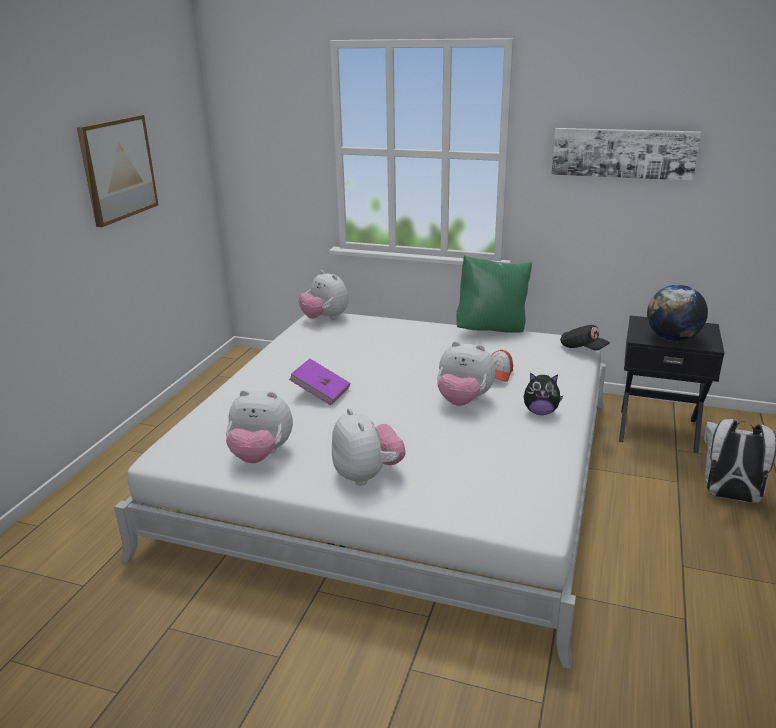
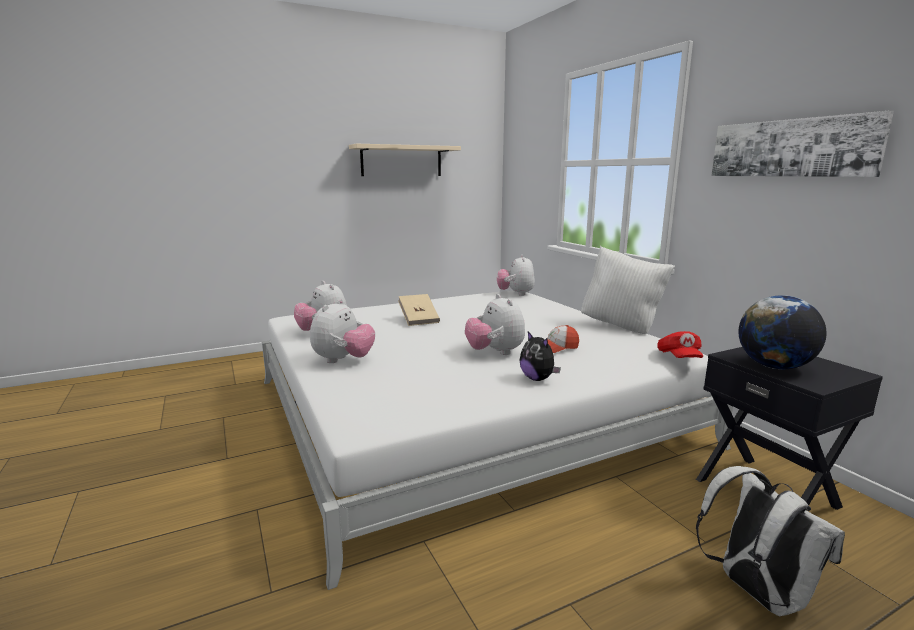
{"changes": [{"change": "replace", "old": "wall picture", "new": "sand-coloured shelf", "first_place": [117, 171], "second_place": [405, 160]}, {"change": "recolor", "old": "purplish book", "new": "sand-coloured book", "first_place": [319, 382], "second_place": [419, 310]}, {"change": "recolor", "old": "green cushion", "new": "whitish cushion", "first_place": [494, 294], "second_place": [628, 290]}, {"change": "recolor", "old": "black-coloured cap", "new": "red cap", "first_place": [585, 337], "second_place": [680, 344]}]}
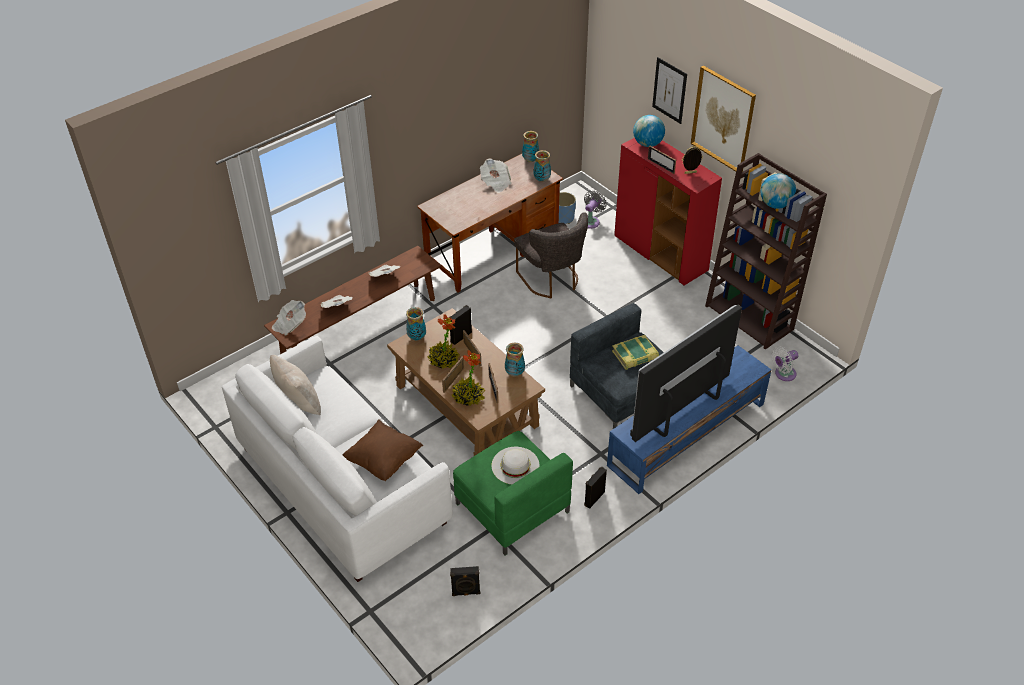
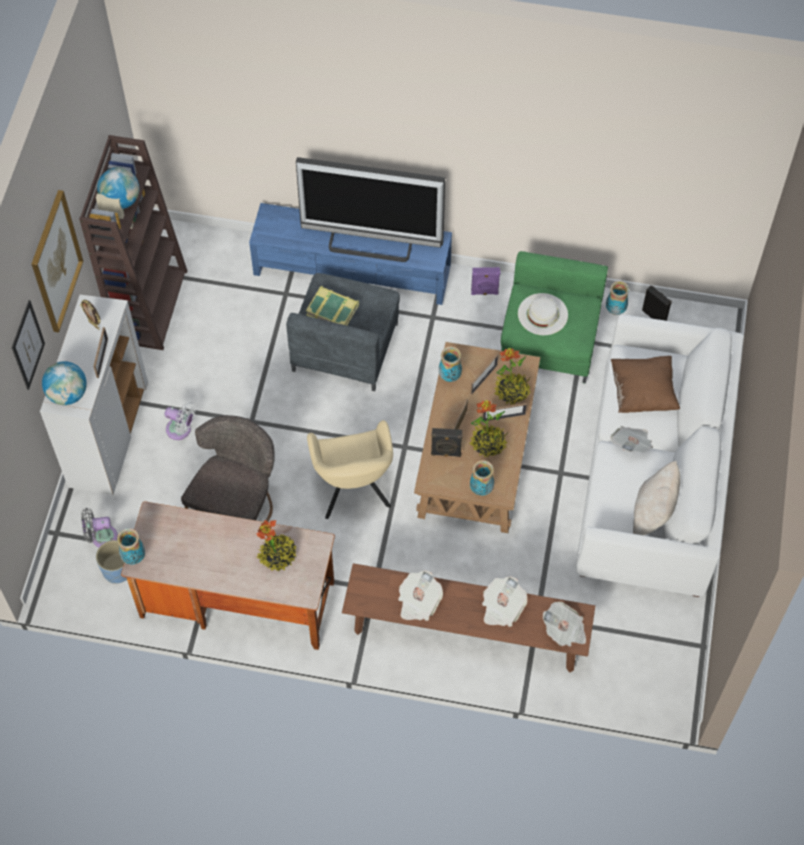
{"changes": [{"change": "recolor", "old": "red cabinet", "new": "whitish cabinet", "first_place": [668, 211], "second_place": [94, 395]}, {"change": "move", "old": "whitish cooling fan", "first_place": [785, 363], "second_place": [180, 421]}, {"change": "insert", "new": "plant in a pot", "second_place": [276, 546]}, {"change": "insert", "new": "sand-coloured easy chair", "second_place": [350, 469]}, {"change": "recolor", "old": "black-coloured audio speaker", "new": "purplish audio speaker", "first_place": [595, 488], "second_place": [485, 281]}, {"change": "move", "old": "decorative vase", "first_place": [542, 166], "second_place": [617, 298]}, {"change": "move", "old": "daily paper", "first_place": [496, 175], "second_place": [631, 439]}]}
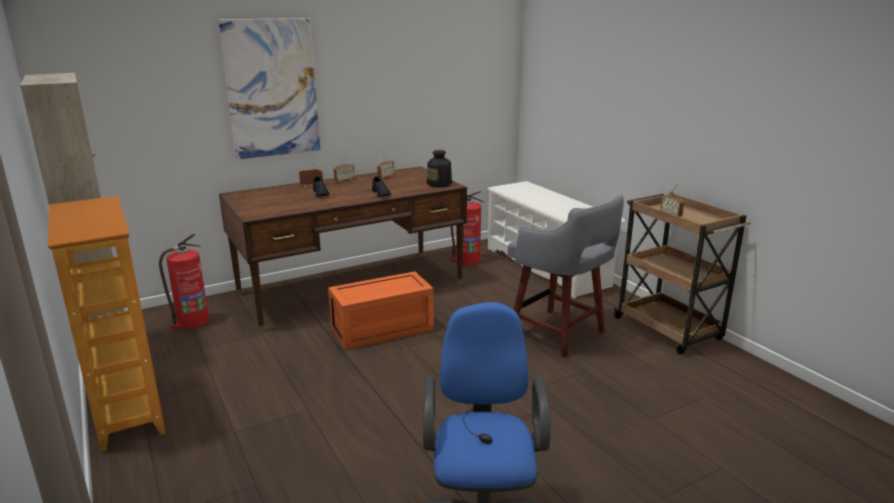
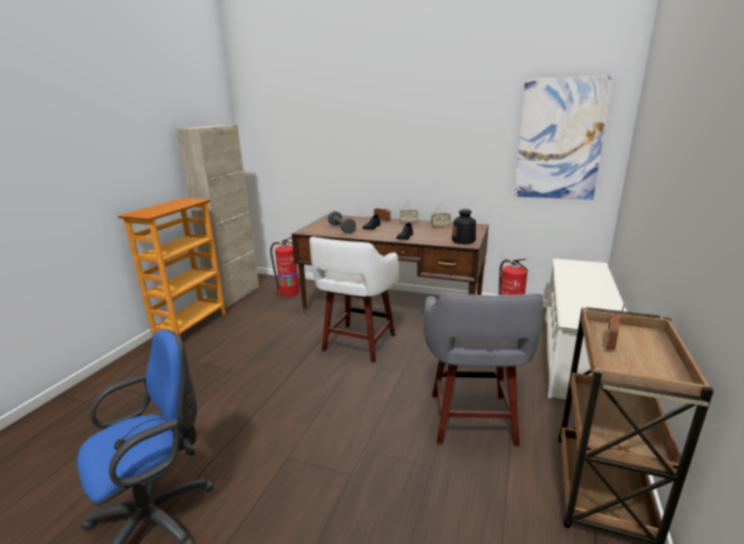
{"changes": [{"change": "replace", "old": "orangey storage box", "new": "whitish stool seat", "first_place": [381, 310], "second_place": [354, 300]}, {"change": "insert", "new": "greyish dumbbell", "second_place": [342, 222]}, {"change": "move", "old": "wall picture", "first_place": [269, 88], "second_place": [563, 137]}]}
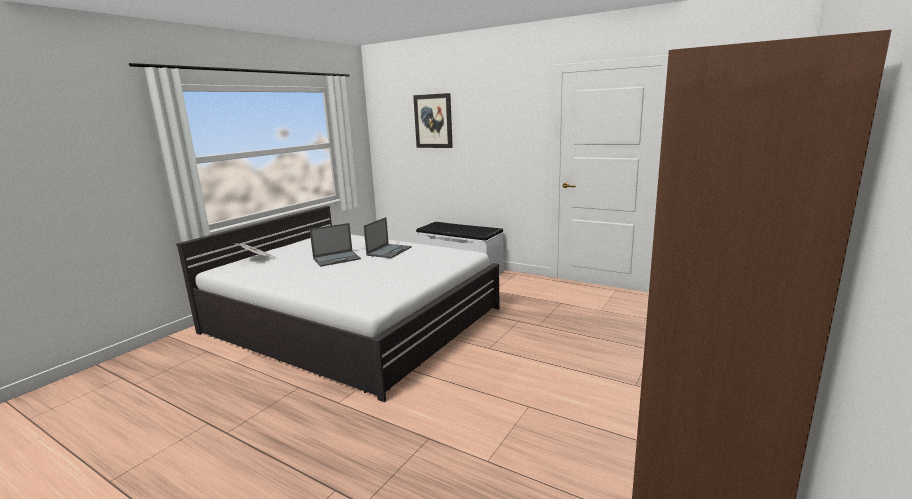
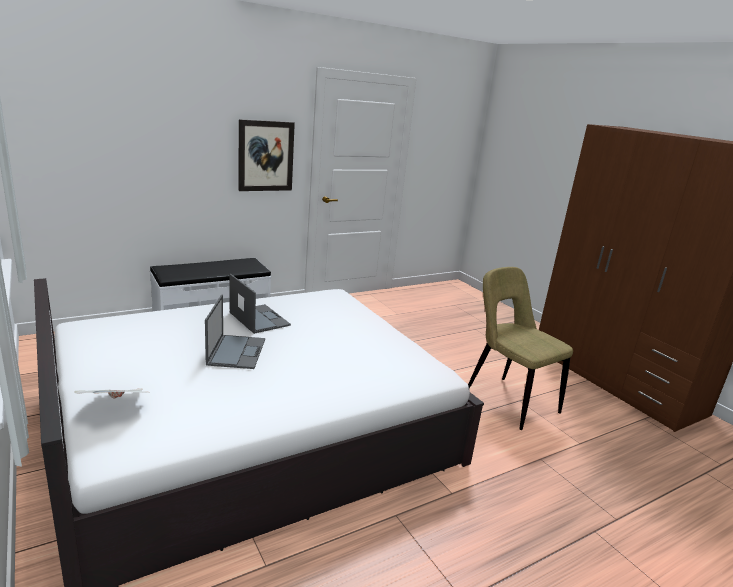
{"changes": [{"change": "move", "old": "wall picture", "first_place": [433, 120], "second_place": [266, 155]}, {"change": "insert", "new": "sand-coloured plain chair", "second_place": [520, 348]}]}
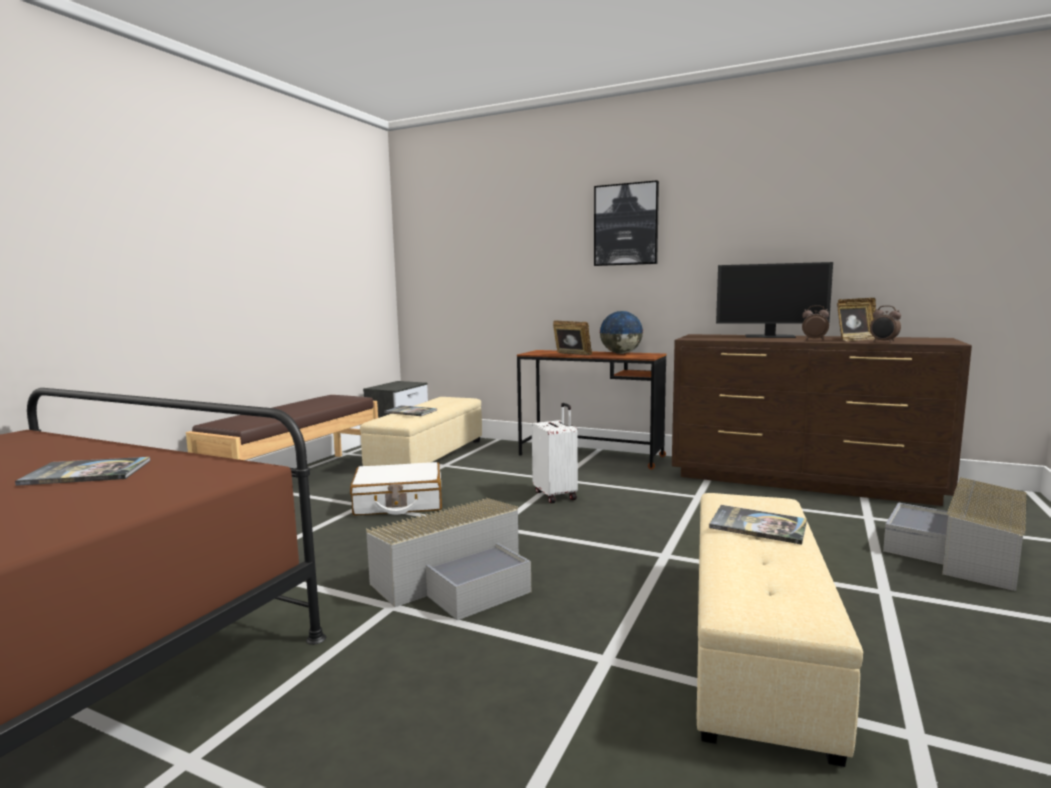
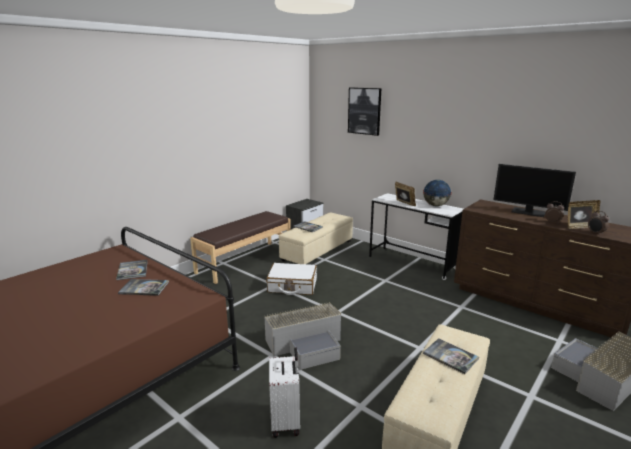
{"changes": [{"change": "insert", "new": "book", "second_place": [132, 270]}, {"change": "move", "old": "whitish piece of luggage", "first_place": [555, 453], "second_place": [284, 392]}, {"change": "move", "old": "wall picture", "first_place": [626, 223], "second_place": [364, 112]}, {"change": "recolor", "old": "brown desk unit", "new": "whitish desk unit", "first_place": [591, 410], "second_place": [416, 236]}]}
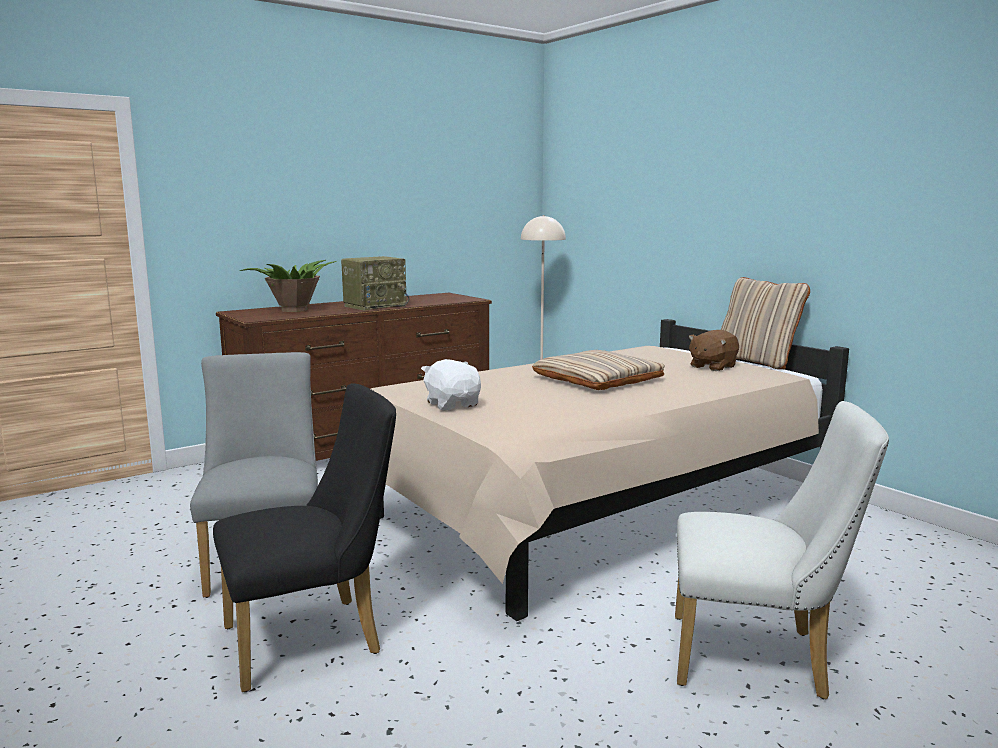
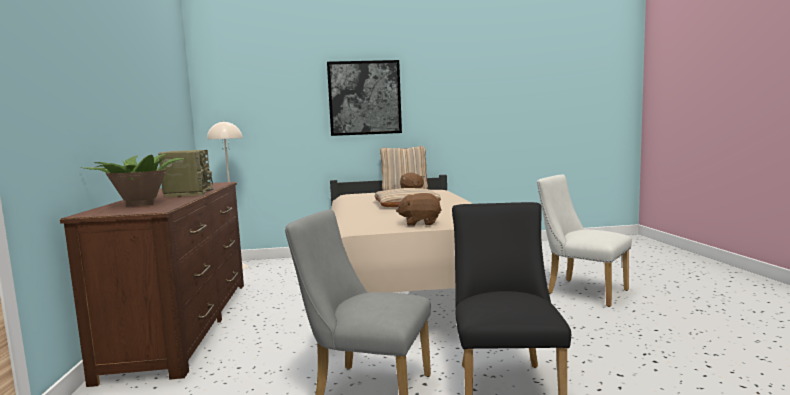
{"changes": [{"change": "insert", "new": "wall picture", "second_place": [364, 98]}, {"change": "recolor", "old": "whitish plush toy", "new": "brown plush toy", "first_place": [451, 384], "second_place": [419, 209]}, {"change": "rotate", "old": "whitish plain chair", "first_place": [782, 550], "second_place": [584, 241], "degrees": -90}]}
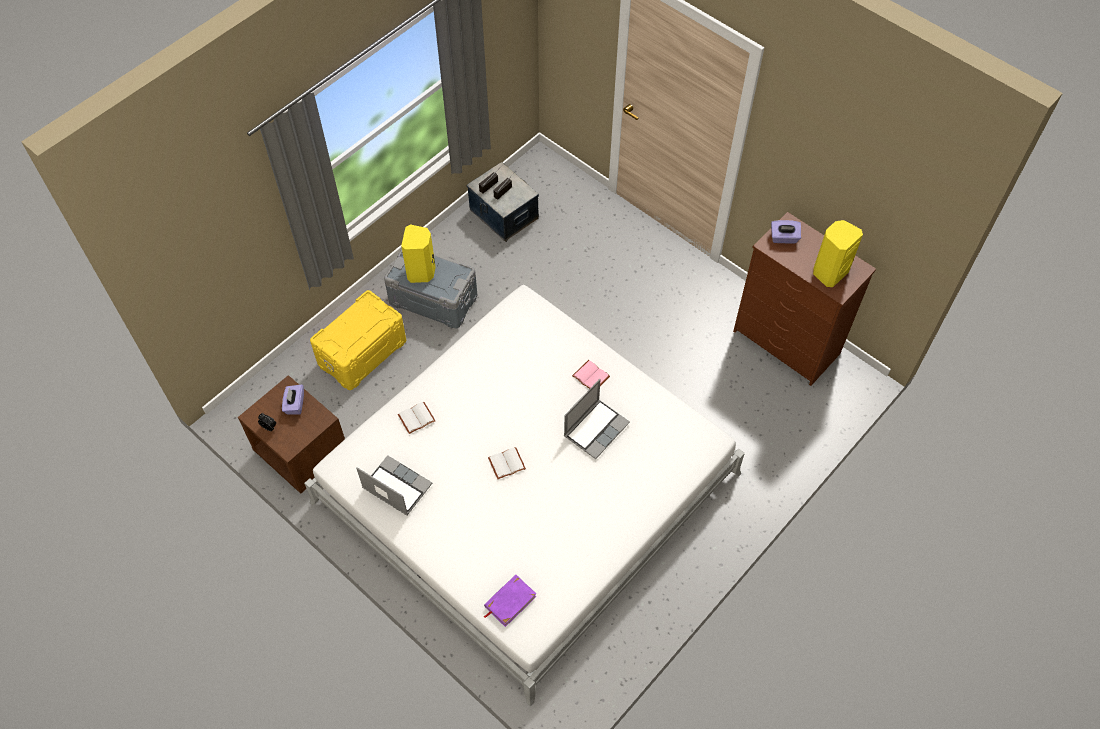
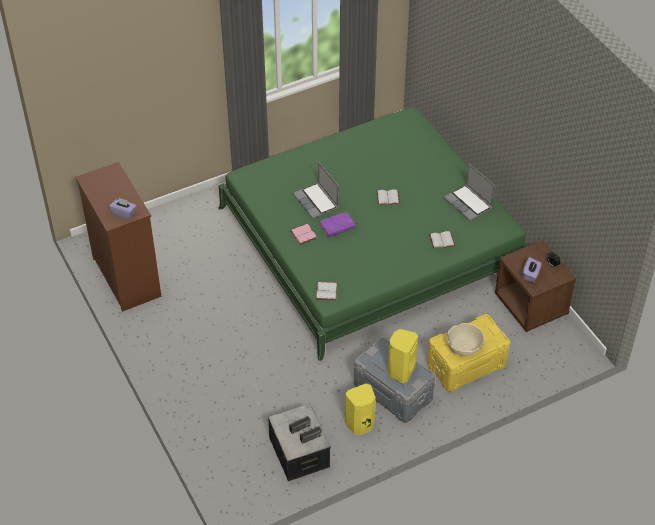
{"changes": [{"change": "recolor", "old": "whitish sleeping bed", "new": "green sleeping bed", "first_place": [524, 495], "second_place": [374, 234]}, {"change": "rotate", "old": "notebook computer", "first_place": [597, 419], "second_place": [316, 190], "degrees": -90}, {"change": "insert", "new": "whitish book", "second_place": [326, 291]}, {"change": "move", "old": "purplish book", "first_place": [510, 601], "second_place": [338, 224]}, {"change": "move", "old": "yellowish audio speaker", "first_place": [838, 253], "second_place": [360, 409]}, {"change": "insert", "new": "sand-coloured bowl", "second_place": [466, 339]}]}
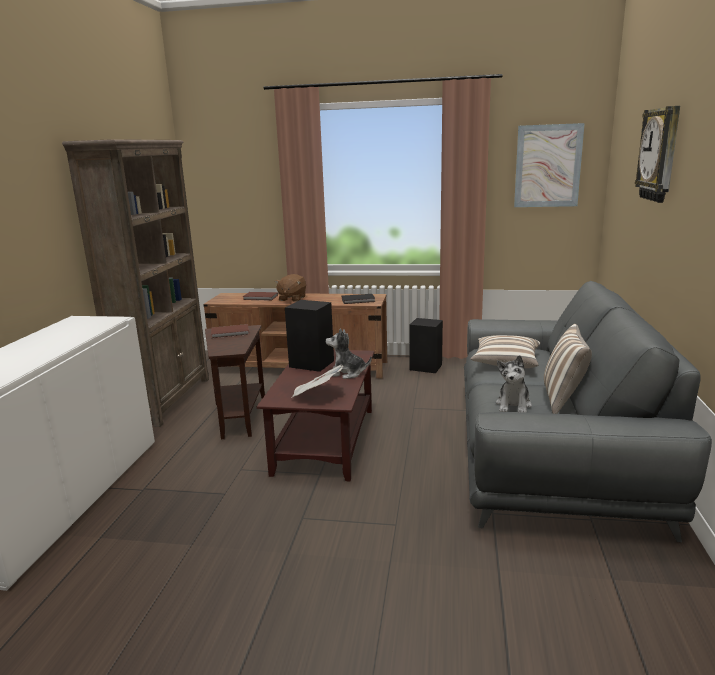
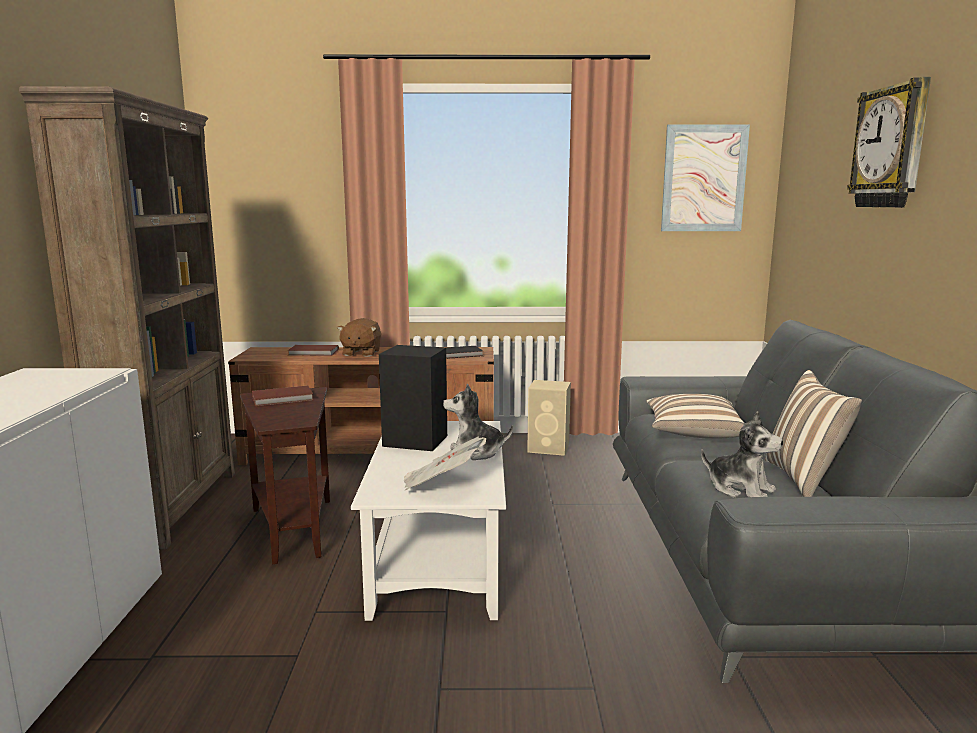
{"changes": [{"change": "recolor", "old": "brown coffee table", "new": "whitish coffee table", "first_place": [315, 415], "second_place": [428, 521]}, {"change": "recolor", "old": "black-coloured audio speaker", "new": "sand-coloured audio speaker", "first_place": [426, 345], "second_place": [549, 418]}, {"change": "rotate", "old": "plush toy", "first_place": [514, 384], "second_place": [742, 454], "degrees": -60}]}
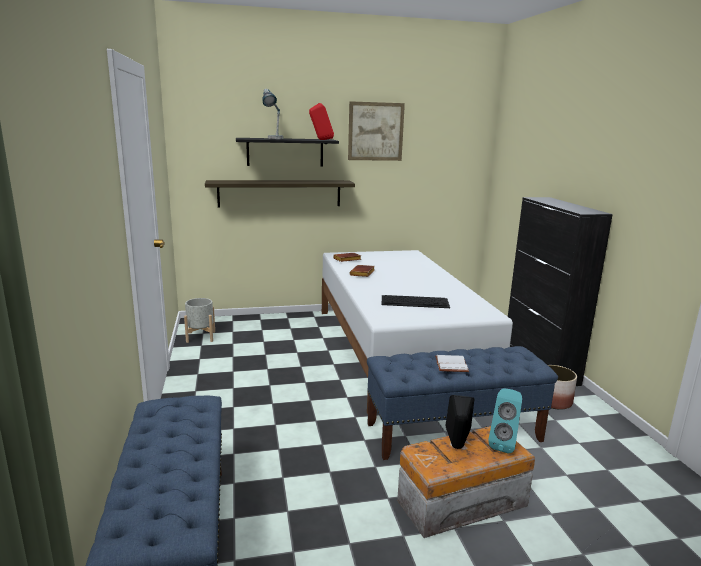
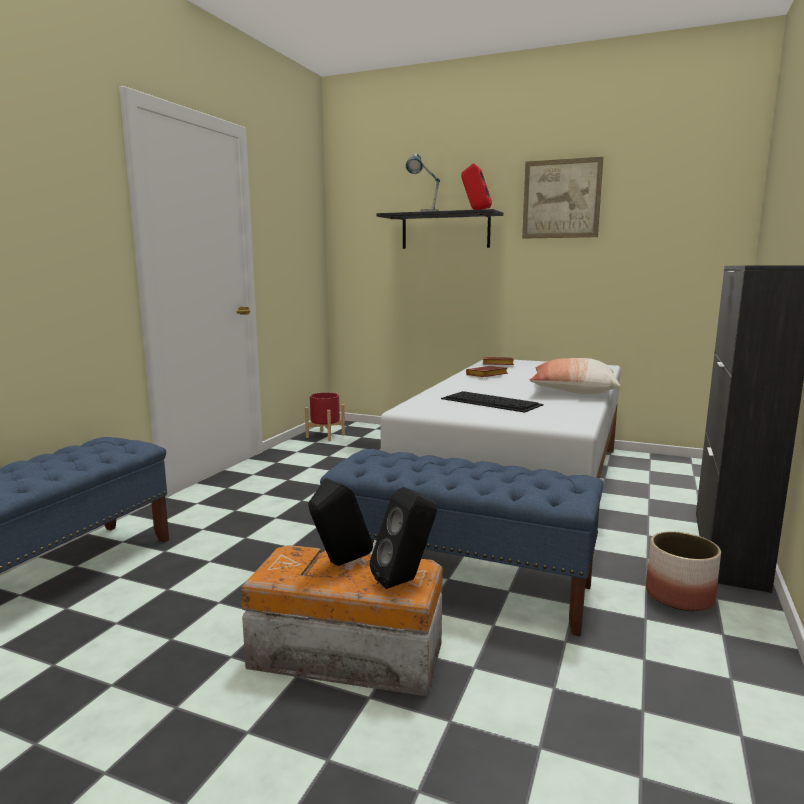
{"changes": [{"change": "recolor", "old": "greyish flower pot", "new": "red flower pot", "first_place": [199, 320], "second_place": [325, 416]}, {"change": "recolor", "old": "turquoise audio speaker", "new": "black-coloured audio speaker", "first_place": [505, 420], "second_place": [403, 538]}, {"change": "insert", "new": "cushion", "second_place": [574, 376]}, {"change": "delete", "old": "shelf", "first_place": [280, 193]}, {"change": "delete", "old": "whitish book", "first_place": [452, 363]}]}
